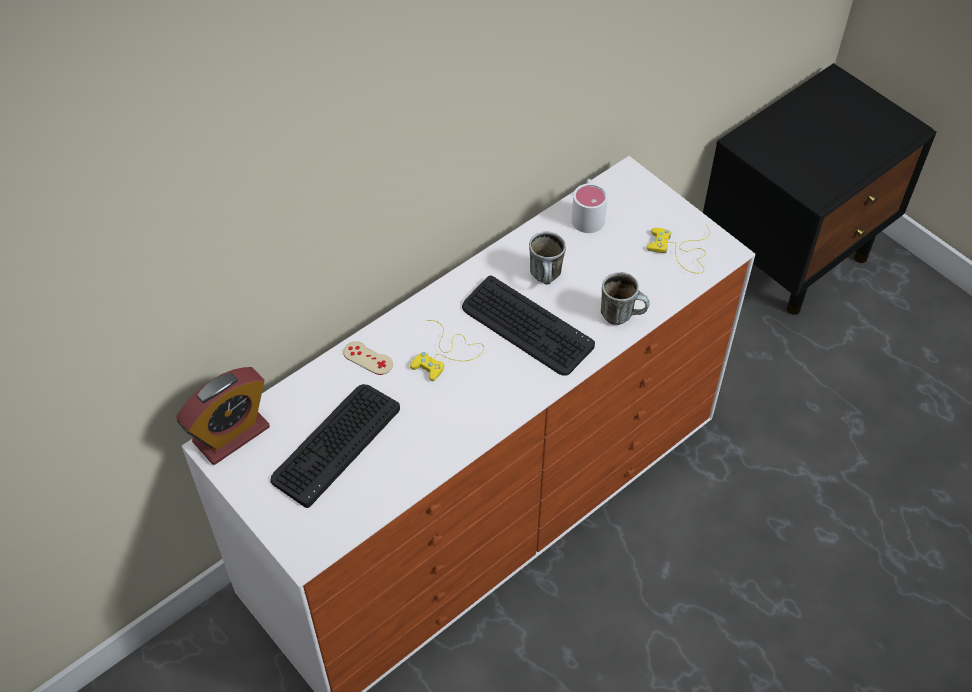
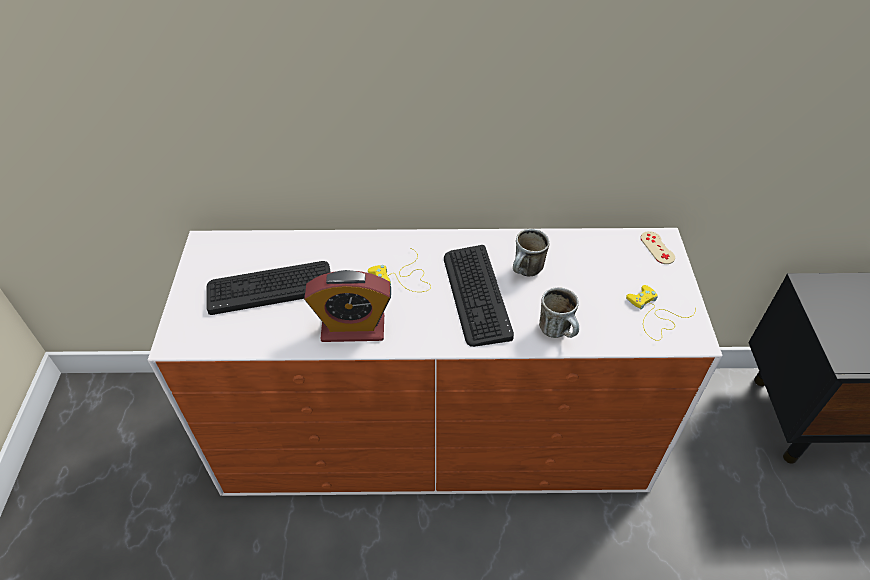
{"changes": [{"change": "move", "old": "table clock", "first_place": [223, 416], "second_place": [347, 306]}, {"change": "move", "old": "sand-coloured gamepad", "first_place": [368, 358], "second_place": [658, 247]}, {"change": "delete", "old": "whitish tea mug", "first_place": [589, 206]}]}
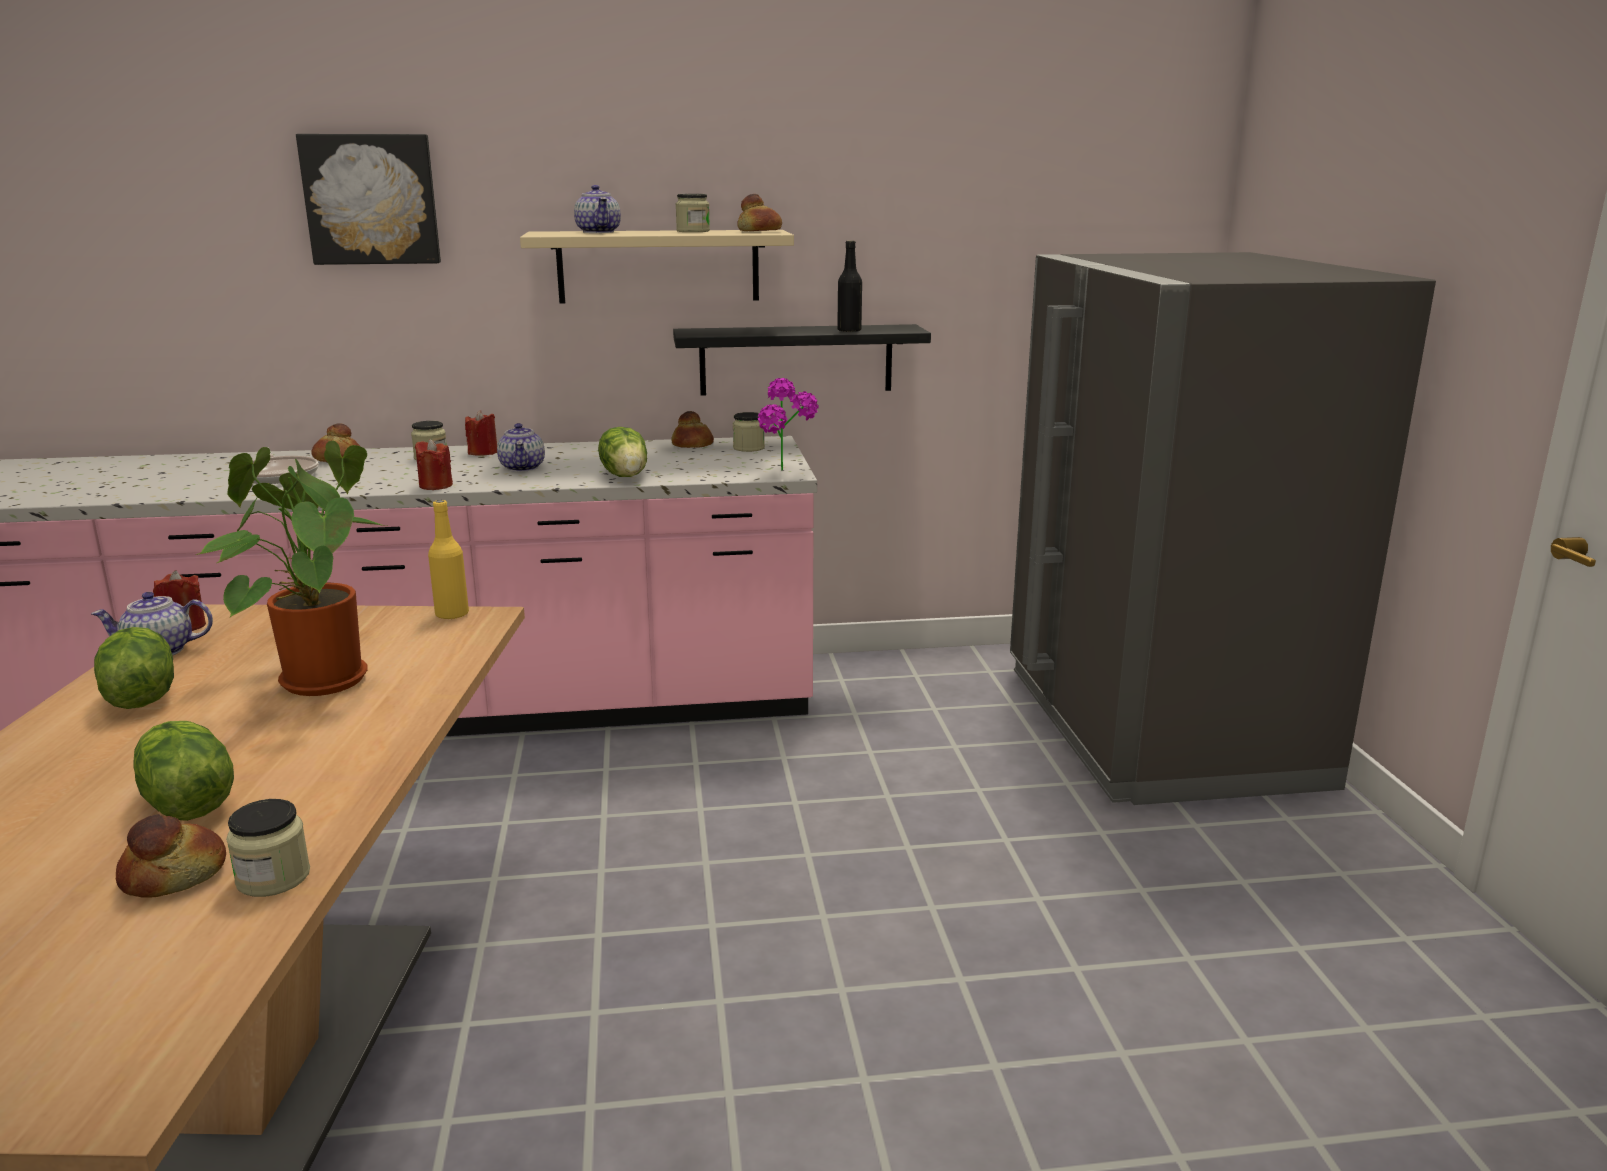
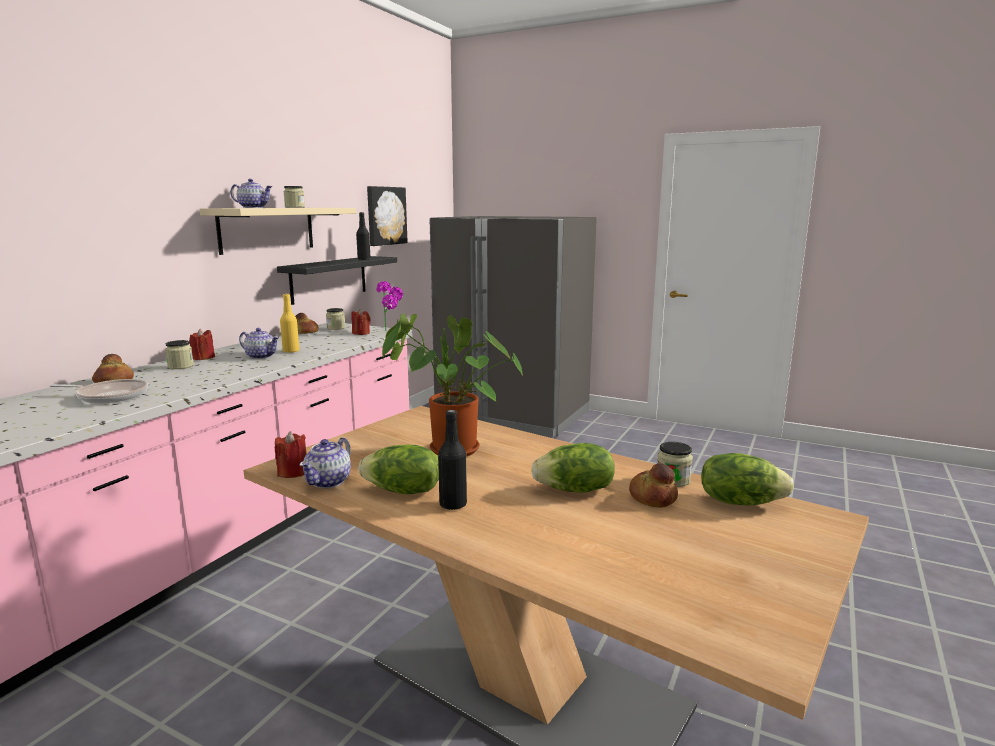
{"changes": [{"change": "move", "old": "yellowish drink bottle", "first_place": [448, 559], "second_place": [289, 323]}, {"change": "move", "old": "red wax candle", "first_place": [434, 464], "second_place": [361, 322]}, {"change": "move", "old": "wall picture", "first_place": [368, 199], "second_place": [387, 216]}, {"change": "insert", "new": "black-coloured drink bottle", "second_place": [452, 460]}, {"change": "move", "old": "lettuce", "first_place": [622, 452], "second_place": [747, 479]}, {"change": "delete", "old": "baked bread", "first_place": [759, 212]}]}
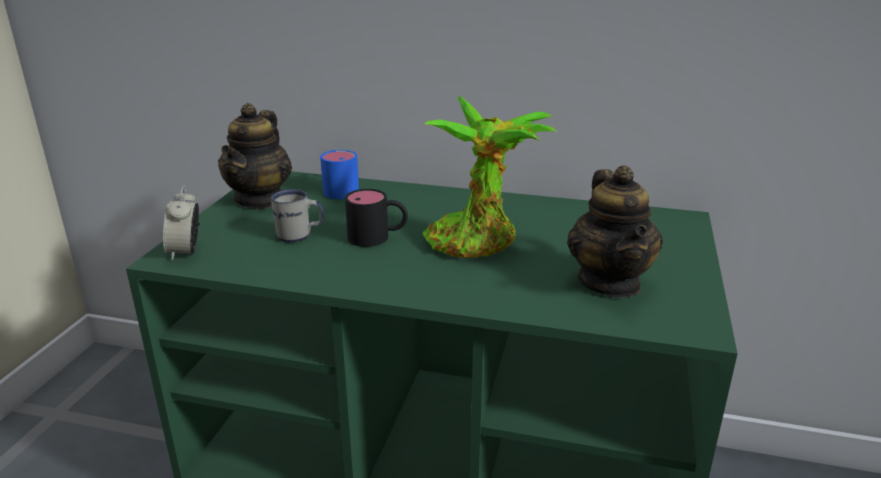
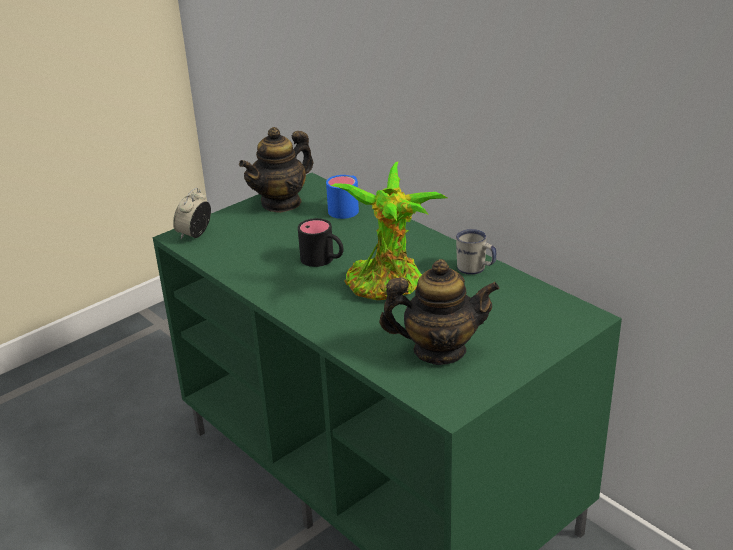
{"changes": [{"change": "rotate", "old": "tea pot", "first_place": [615, 231], "second_place": [440, 312], "degrees": -120}, {"change": "move", "old": "whitish tea mug", "first_place": [297, 215], "second_place": [476, 252]}]}
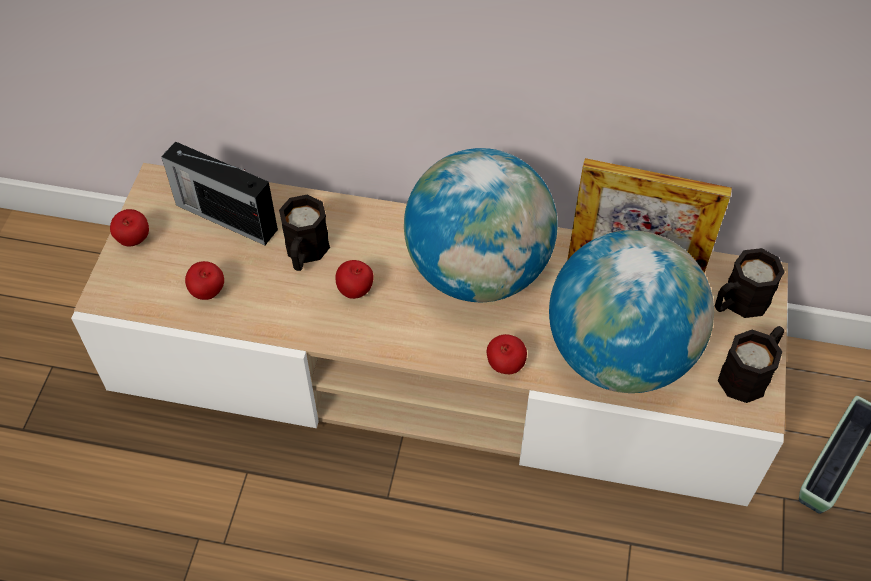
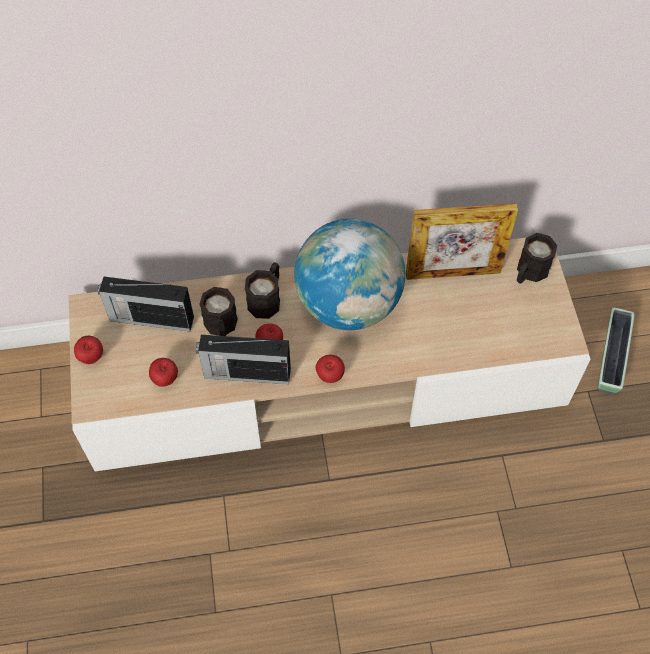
{"changes": [{"change": "insert", "new": "radio set", "second_place": [243, 359]}, {"change": "move", "old": "black-coloured tea mug", "first_place": [751, 364], "second_place": [262, 290]}, {"change": "move", "old": "apple fruit", "first_place": [507, 354], "second_place": [330, 369]}, {"change": "delete", "old": "world globe", "first_place": [631, 311]}]}
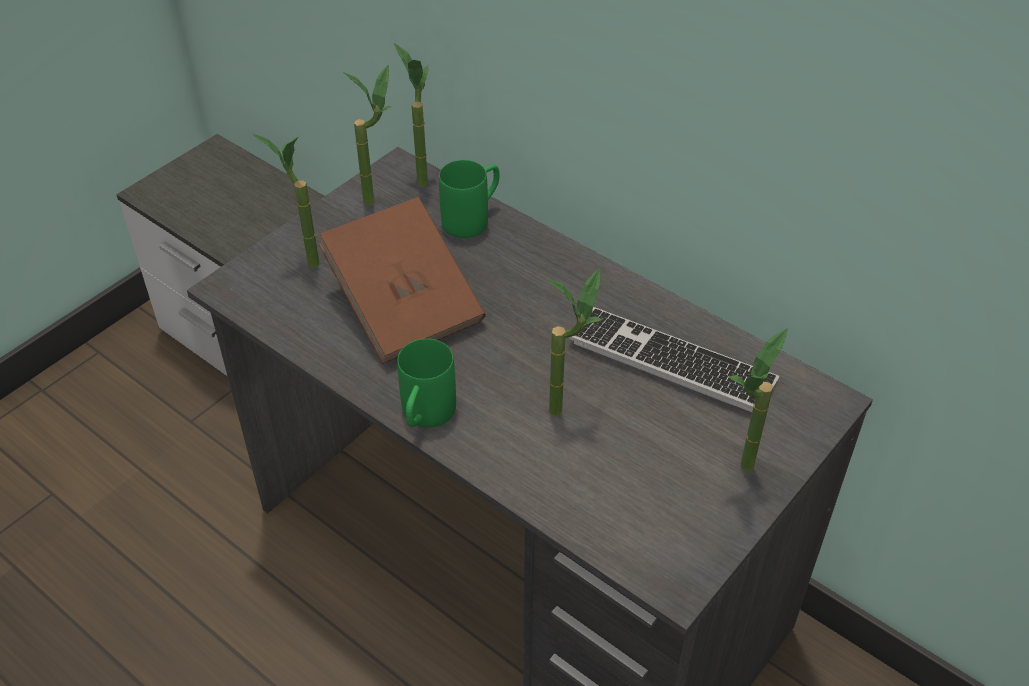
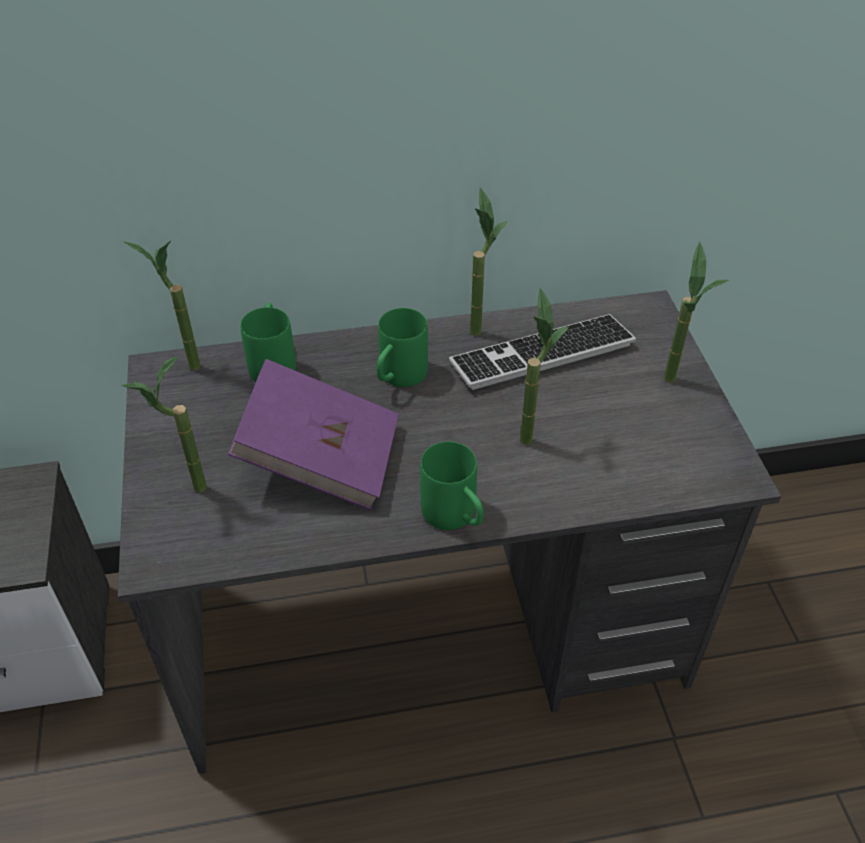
{"changes": [{"change": "recolor", "old": "brown book", "new": "purplish book", "first_place": [402, 280], "second_place": [313, 434]}, {"change": "insert", "new": "green tea mug", "second_place": [402, 347]}, {"change": "move", "old": "plant in a pot", "first_place": [367, 135], "second_place": [489, 262]}]}
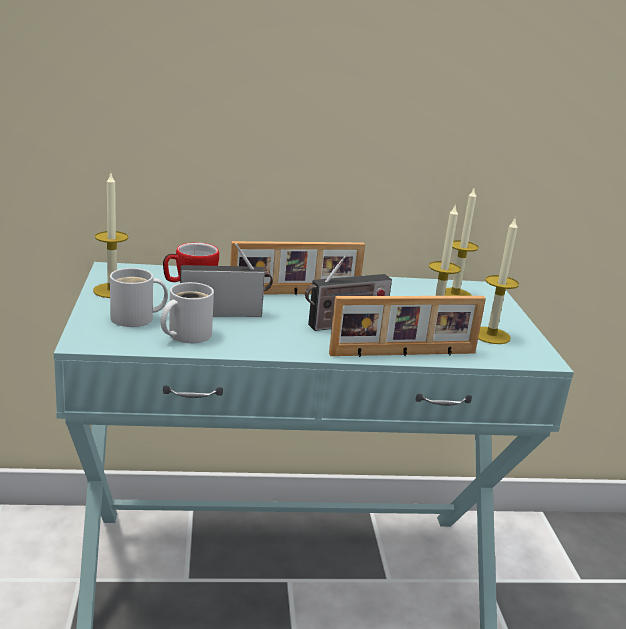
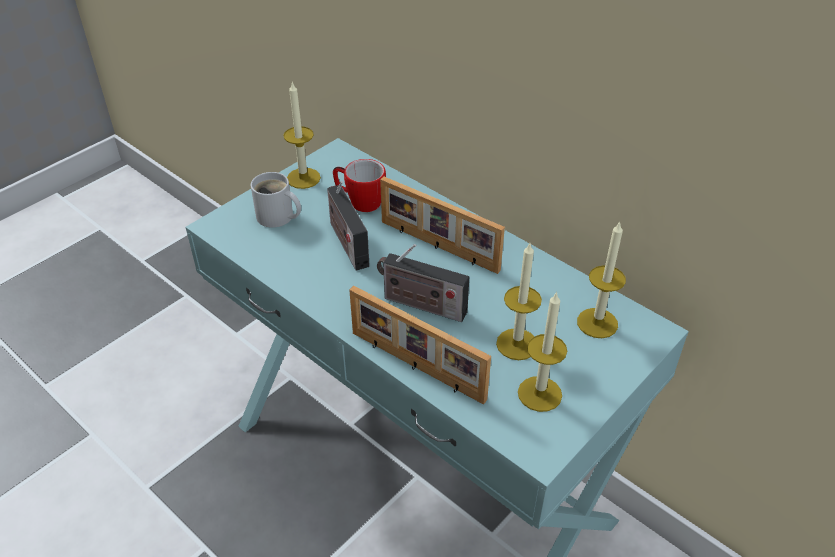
{"changes": [{"change": "rotate", "old": "radio set", "first_place": [226, 280], "second_place": [348, 226], "degrees": -150}, {"change": "delete", "old": "whitish tea mug", "first_place": [187, 312]}]}
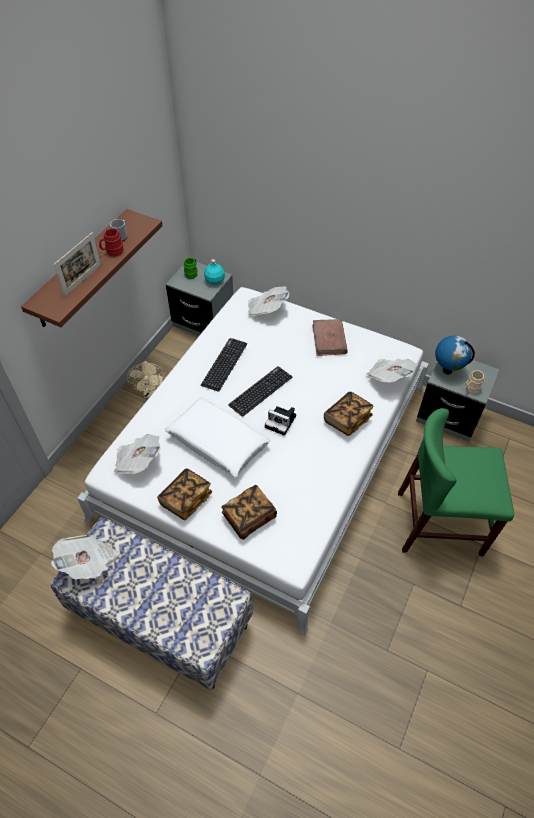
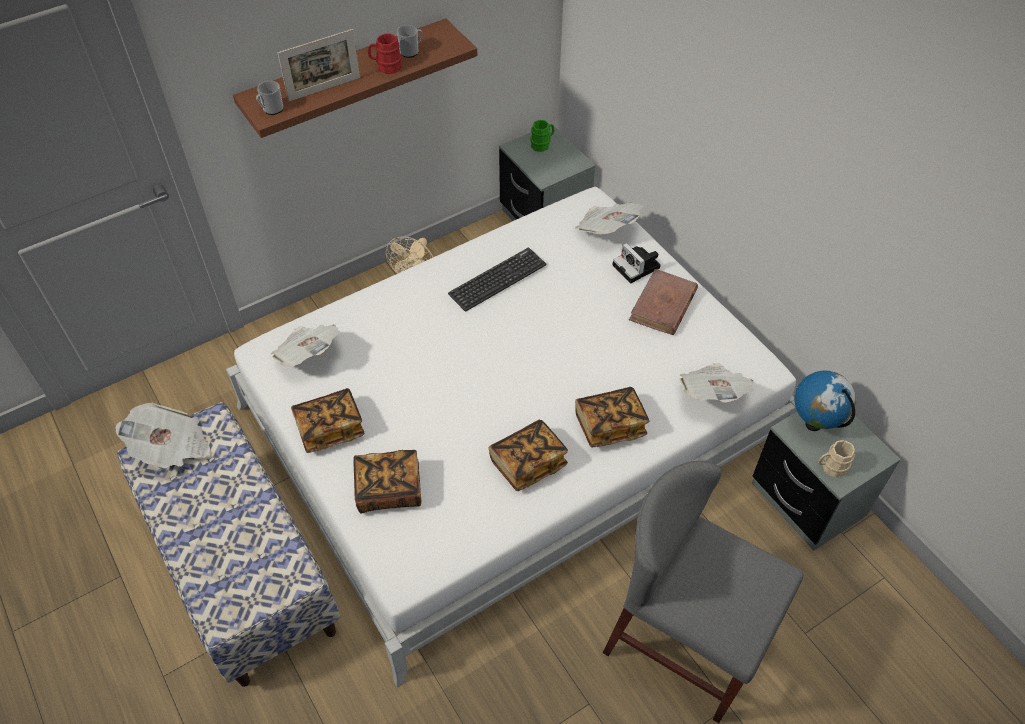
{"changes": [{"change": "insert", "new": "tea mug", "second_place": [269, 98]}, {"change": "insert", "new": "book", "second_place": [528, 455]}, {"change": "recolor", "old": "green plain chair", "new": "greyish plain chair", "first_place": [456, 482], "second_place": [703, 592]}, {"change": "move", "old": "still camera", "first_place": [280, 421], "second_place": [636, 263]}, {"change": "delete", "old": "whitish cushion", "first_place": [218, 437]}, {"change": "delete", "old": "turquoise drink bottle", "first_place": [214, 272]}, {"change": "delete", "old": "computer keyboard", "first_place": [260, 391]}]}
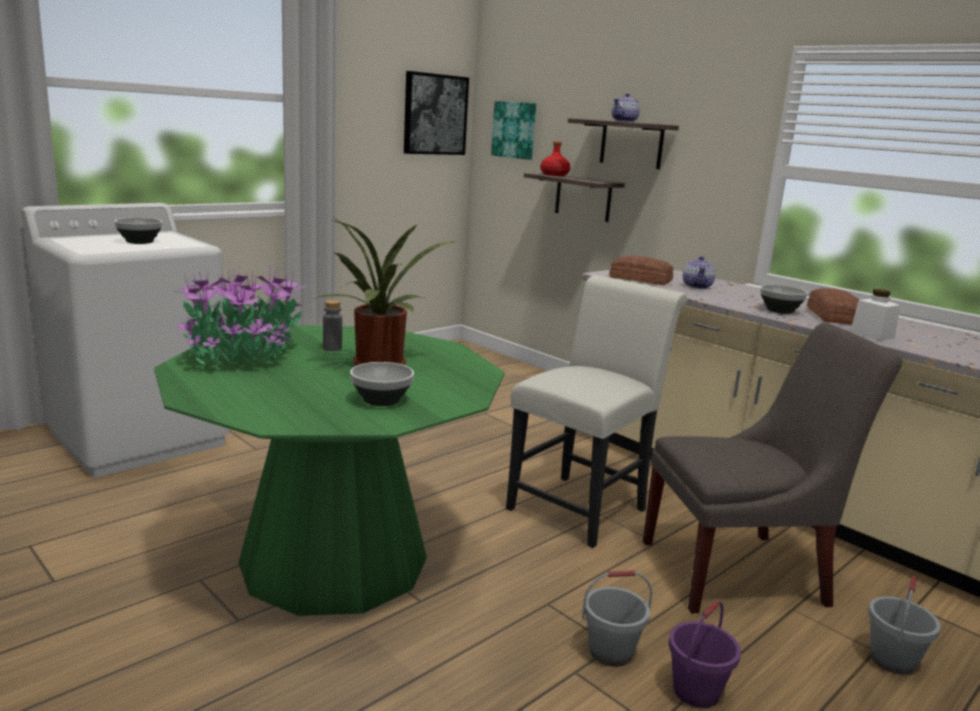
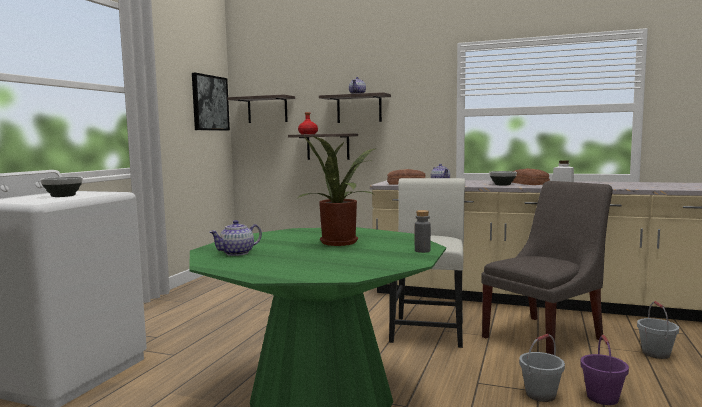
{"changes": [{"change": "replace", "old": "plant in a pot", "new": "tea pot", "first_place": [241, 318], "second_place": [235, 238]}, {"change": "replace", "old": "wall picture", "new": "shelf", "first_place": [513, 130], "second_place": [261, 108]}, {"change": "move", "old": "greyish drink bottle", "first_place": [332, 325], "second_place": [423, 231]}, {"change": "delete", "old": "bowl", "first_place": [382, 384]}]}
